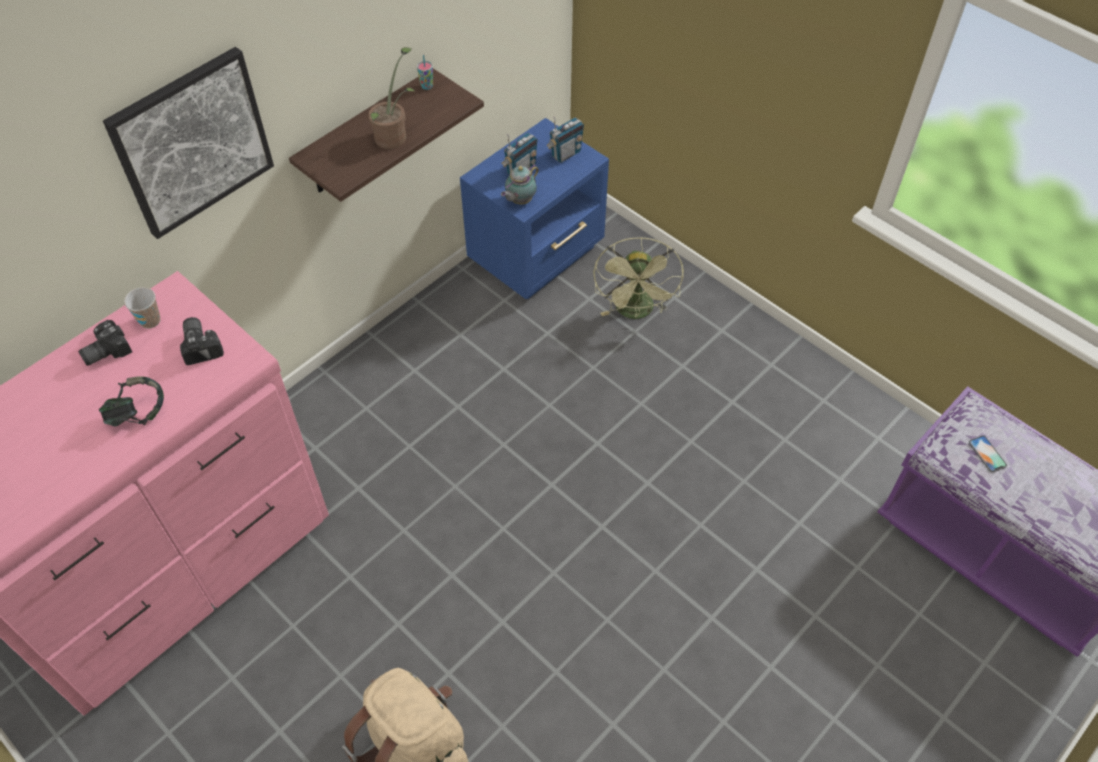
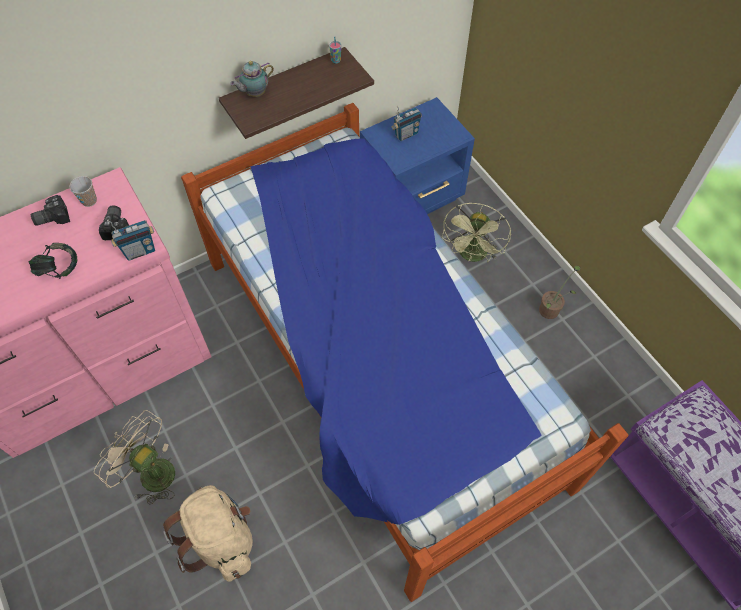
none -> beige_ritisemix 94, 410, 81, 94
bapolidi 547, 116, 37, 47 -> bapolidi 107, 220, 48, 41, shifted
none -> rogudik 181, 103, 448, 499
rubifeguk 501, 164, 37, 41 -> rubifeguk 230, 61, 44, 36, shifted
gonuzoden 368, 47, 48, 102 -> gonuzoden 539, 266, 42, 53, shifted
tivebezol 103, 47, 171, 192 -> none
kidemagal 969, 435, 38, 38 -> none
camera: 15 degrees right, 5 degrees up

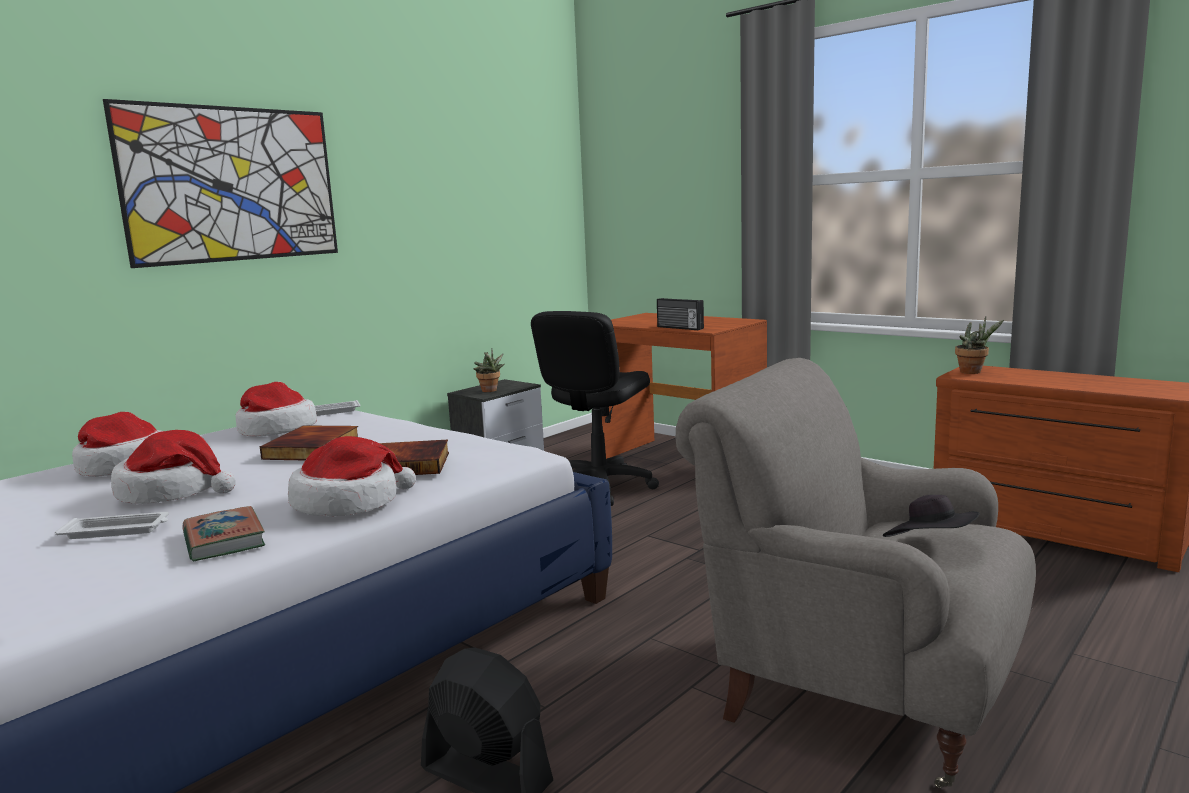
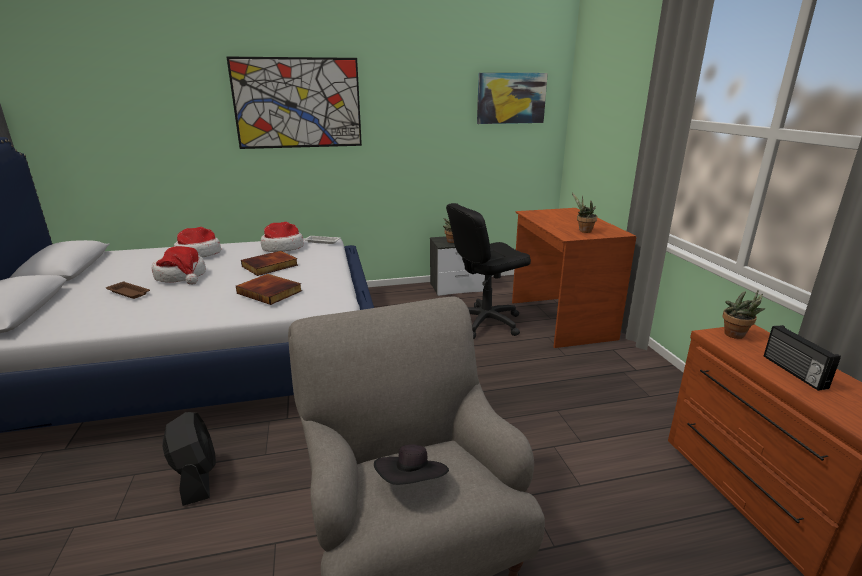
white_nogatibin 55, 512, 114, 27 -> brown_nogatibin 106, 281, 44, 18
none -> tivebezol 477, 73, 71, 51
none -> gonuzoden 572, 192, 25, 41
bapolidi 657, 298, 47, 32 -> bapolidi 764, 325, 77, 66, shifted
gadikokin 182, 506, 83, 56 -> none
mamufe 288, 436, 128, 80 -> none
camera: 35 degrees right, 10 degrees up

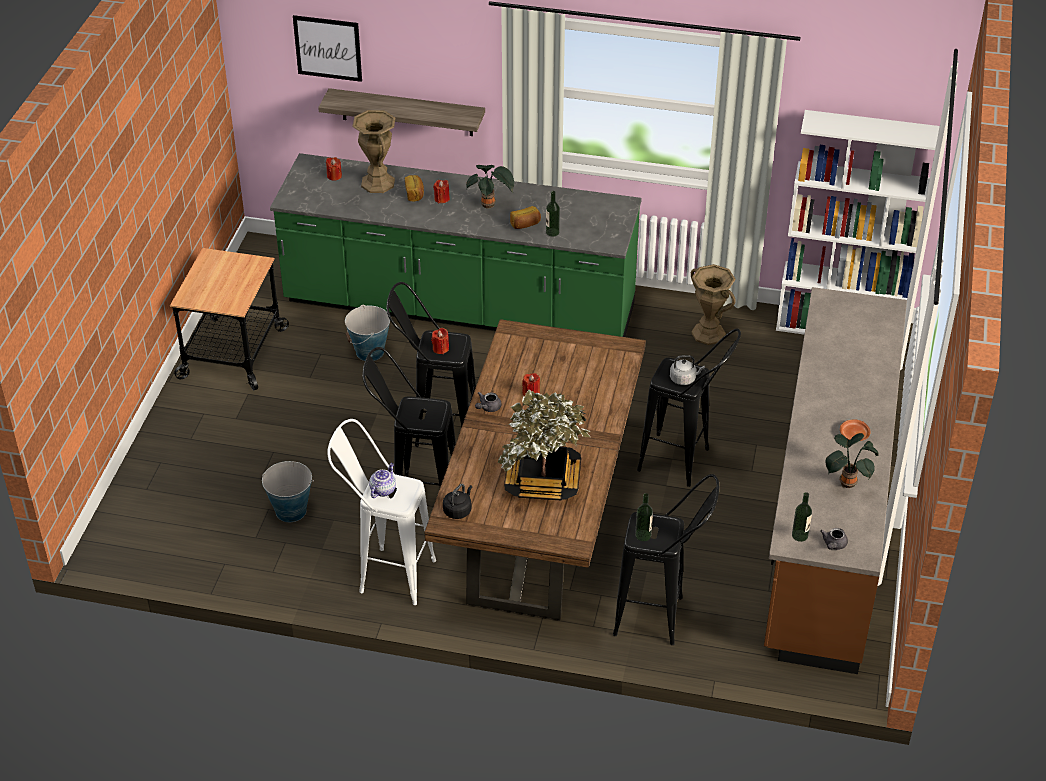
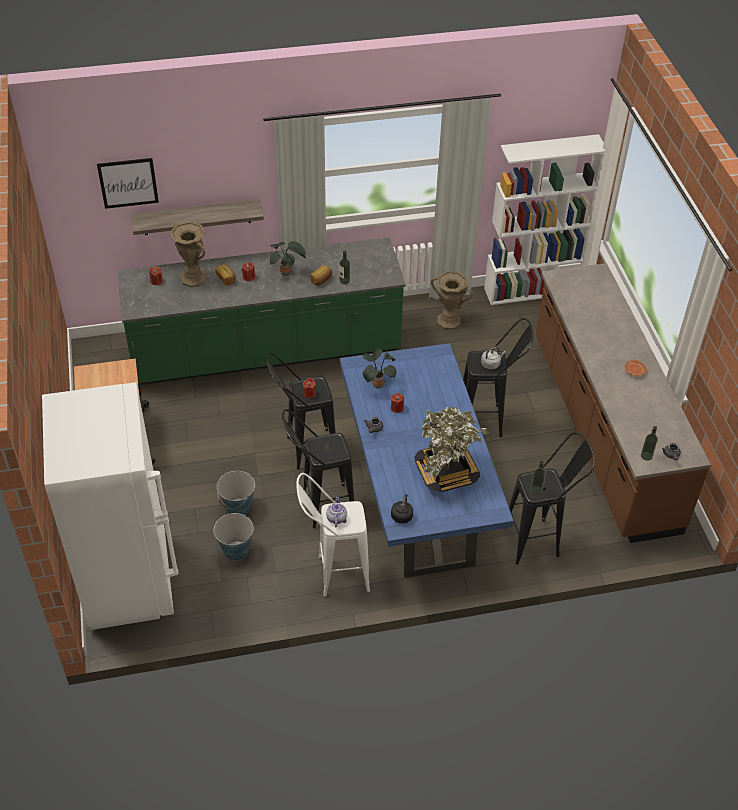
none -> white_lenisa 42, 382, 137, 248
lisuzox 345, 305, 45, 56 -> lisuzox 217, 471, 38, 44, shifted
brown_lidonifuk 424, 319, 222, 301 -> blue_lidonifuk 340, 343, 174, 235
gonuzoden 826, 433, 52, 55 -> gonuzoden 363, 349, 33, 40, shifted
camera: 25 degrees left, 5 degrees up

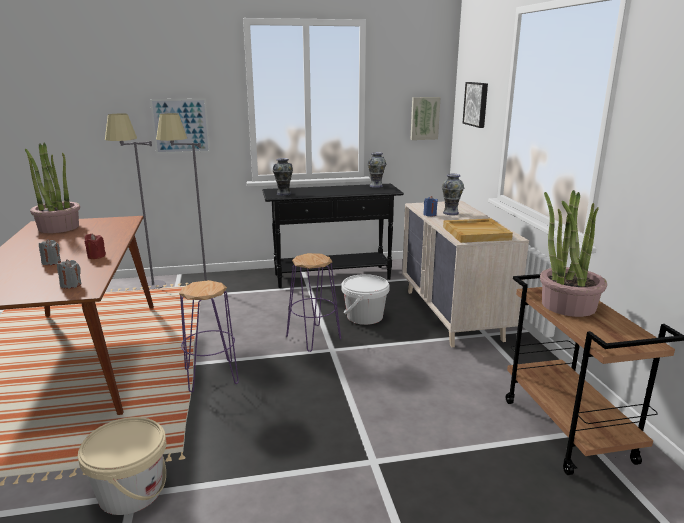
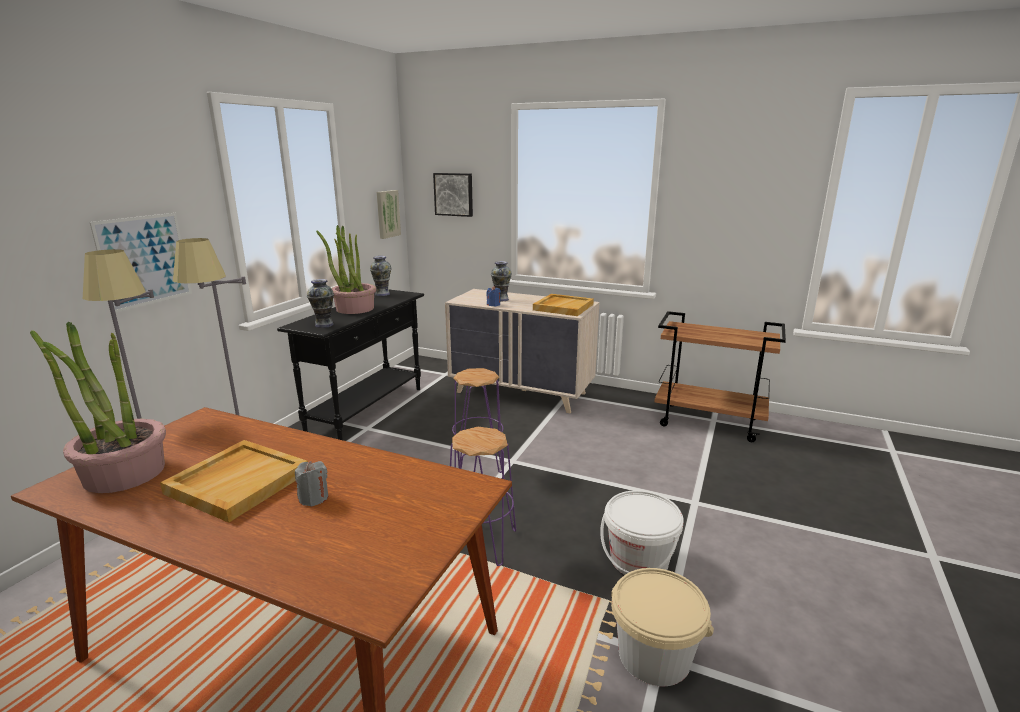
none -> beige_nogatibin 160, 440, 148, 83
gonuzoden 540, 190, 67, 127 -> gonuzoden 316, 225, 60, 89, shifted
white_lisuzox 342, 274, 48, 51 -> white_lisuzox 600, 490, 84, 85, shifted
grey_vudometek 57, 259, 24, 30 -> none
red_vudometek 85, 234, 21, 25 -> none
camera: 55 degrees left, 0 degrees up

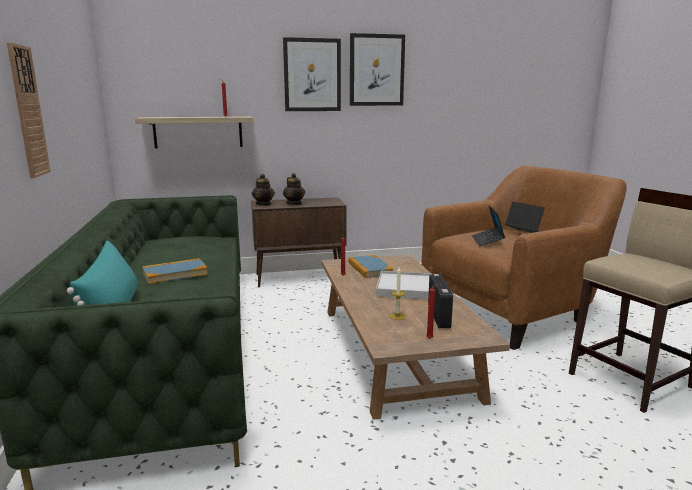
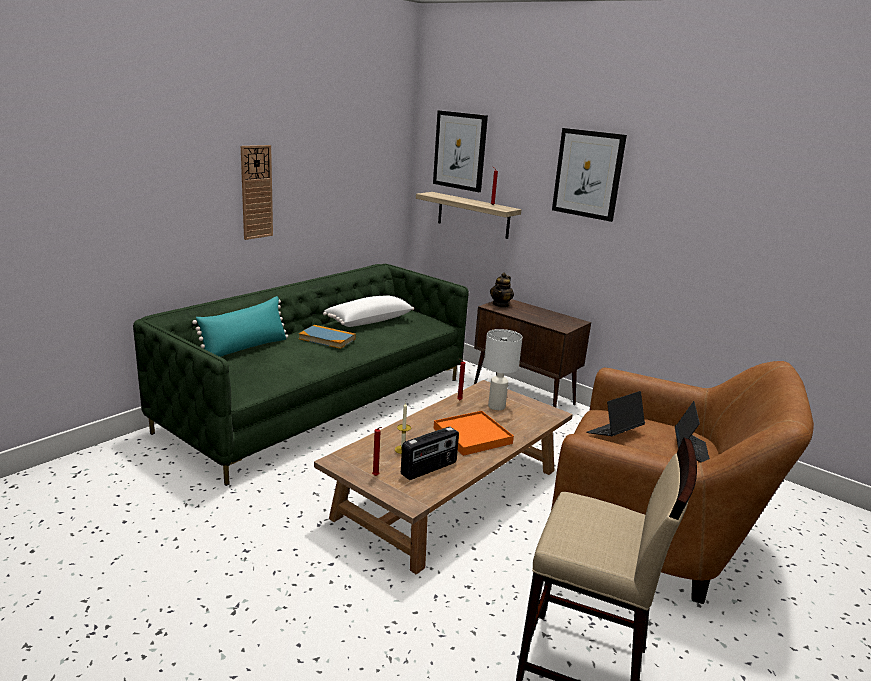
none -> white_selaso 323, 295, 91, 32
tivebezol 350, 33, 55, 73 -> tivebezol 433, 110, 55, 82, shifted
white_nogatibin 376, 271, 56, 29 -> orange_nogatibin 434, 411, 80, 45
gadikokin 348, 255, 45, 23 -> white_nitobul 484, 329, 39, 81
rubifeguk 283, 173, 22, 32 -> none
camera: 50 degrees right, 5 degrees up

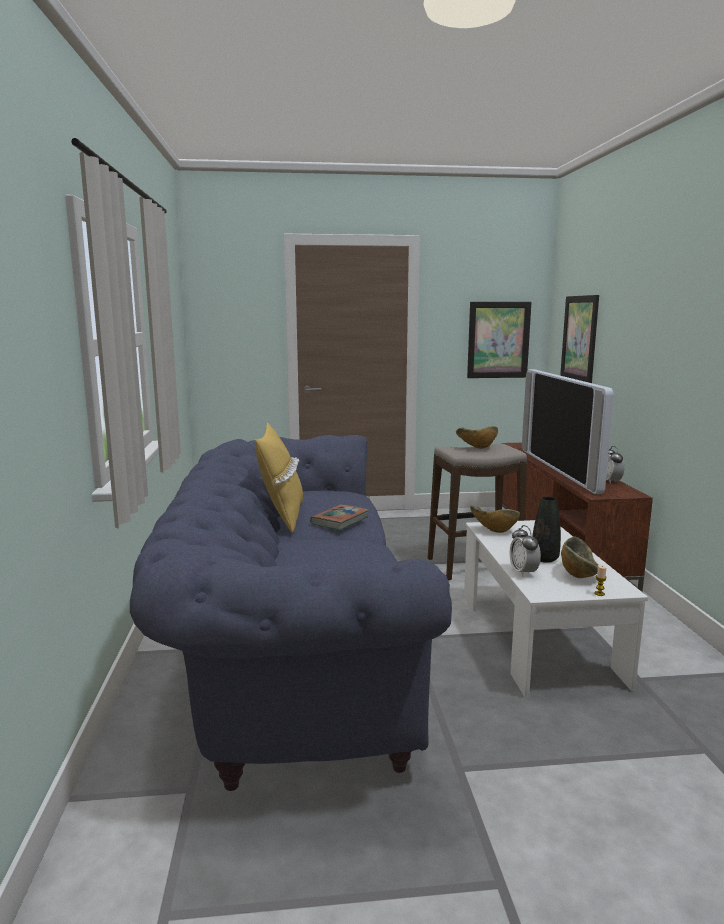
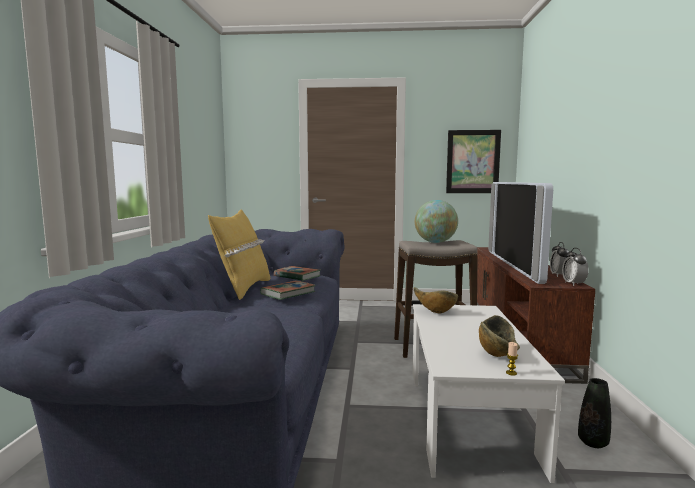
none -> gadikokin 274, 266, 46, 15
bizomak 456, 426, 42, 23 -> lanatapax 415, 200, 43, 43
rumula 510, 525, 31, 52 -> rumula 562, 248, 27, 38, shifted
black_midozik 533, 496, 28, 67 -> black_midozik 578, 378, 33, 70, shifted
tivebezol 560, 295, 39, 88 -> none
camera: 10 degrees right, 5 degrees down

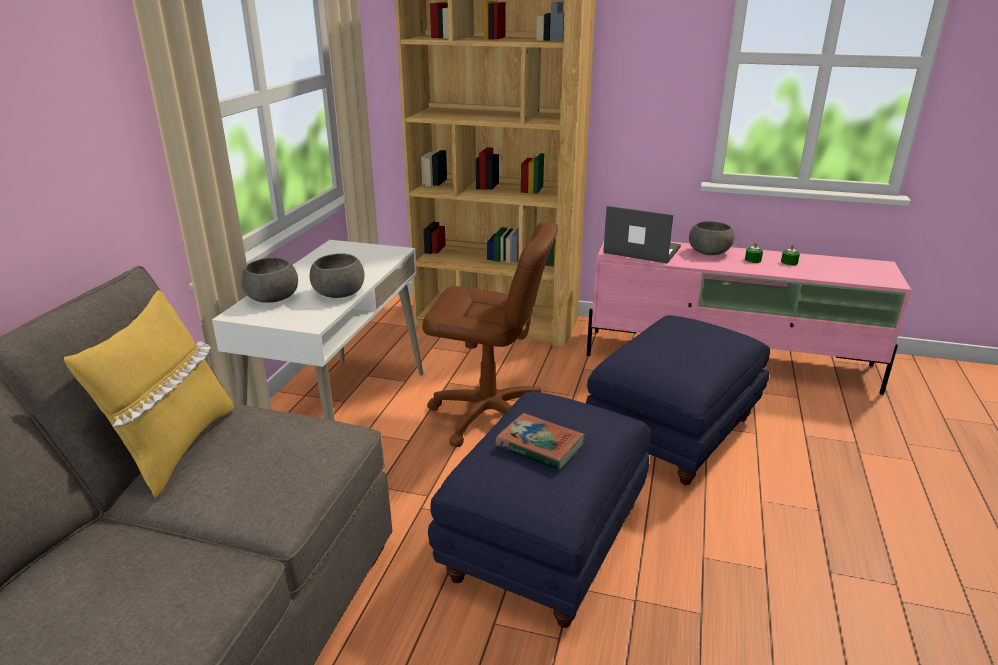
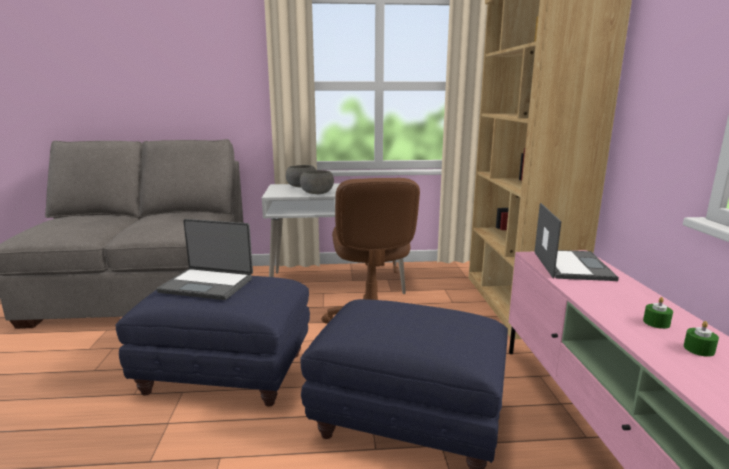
gadikokin 496, 413, 89, 57 -> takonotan 156, 219, 97, 81
yellow_selaso 64, 290, 170, 209 -> none
grey_bizomak 689, 221, 45, 34 -> none
camera: 70 degrees right, 10 degrees down

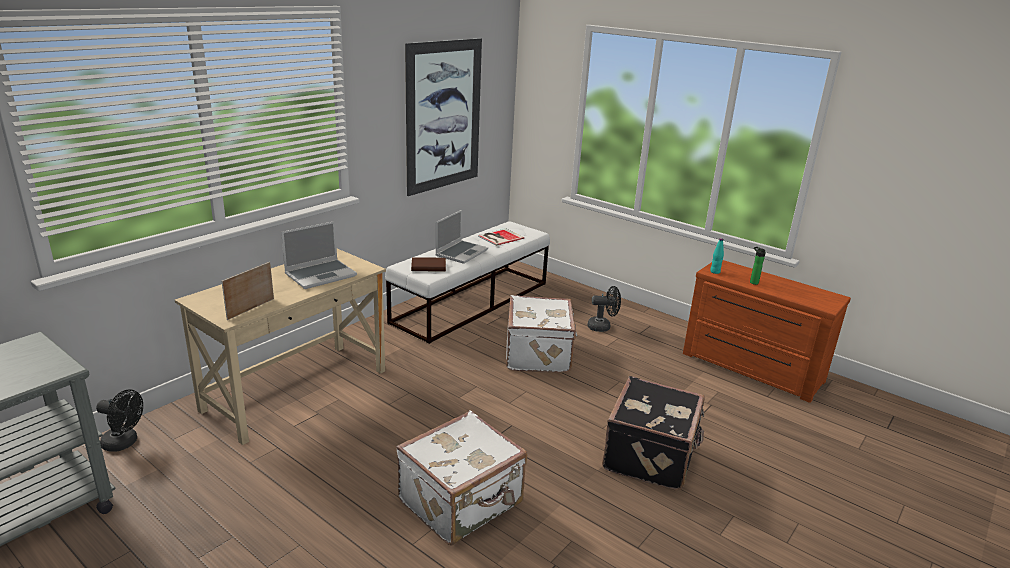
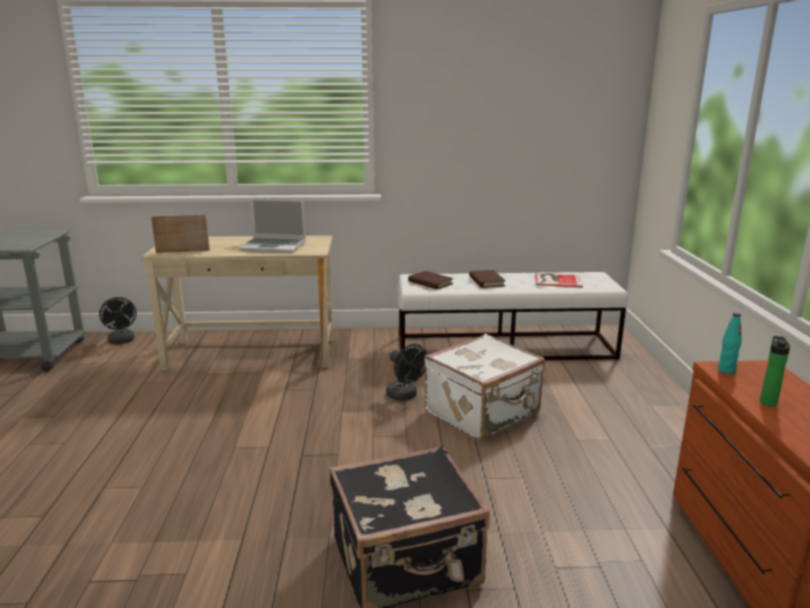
black_ritisemix 587, 286, 34, 46 -> black_ritisemix 386, 344, 41, 57, shifted
takonotan 435, 210, 53, 54 -> brown_gadikokin 469, 270, 37, 18
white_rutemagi 396, 410, 131, 135 -> none
tivebezol 405, 38, 77, 158 -> none
camera: 50 degrees right, 5 degrees down

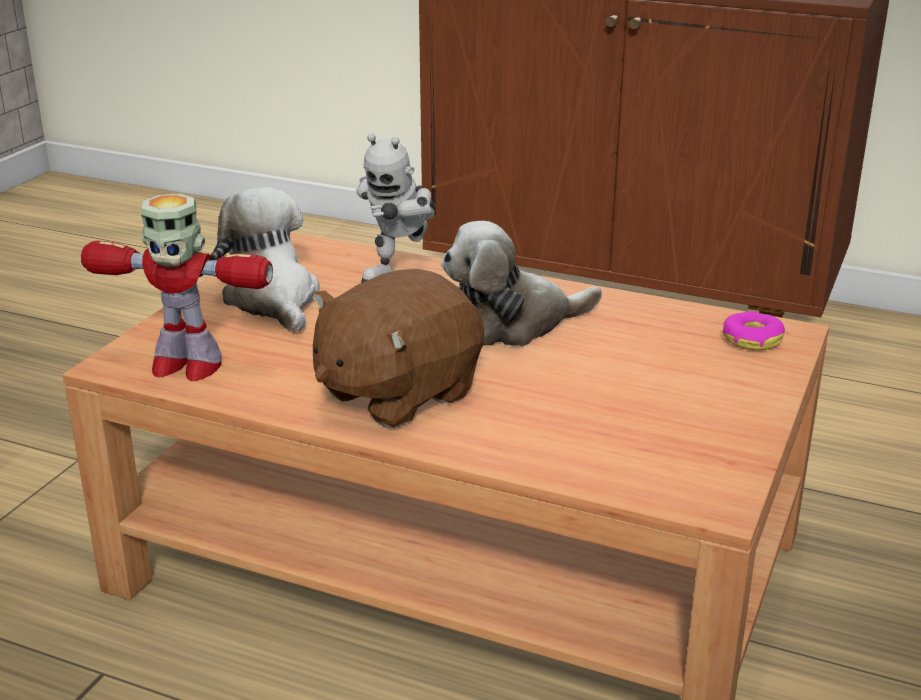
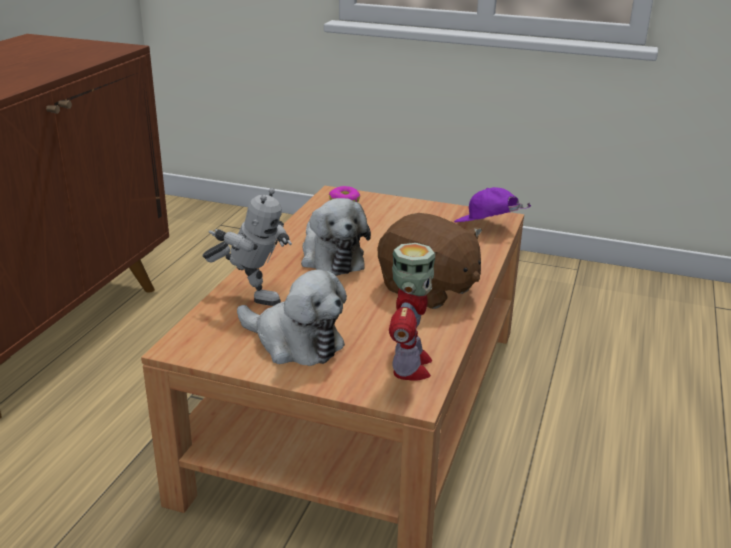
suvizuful 211, 187, 109, 145 -> suvizuful 237, 269, 110, 97, 120 degrees counterclockwise
none -> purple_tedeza 454, 187, 77, 35
camera: 95 degrees left, 0 degrees up

